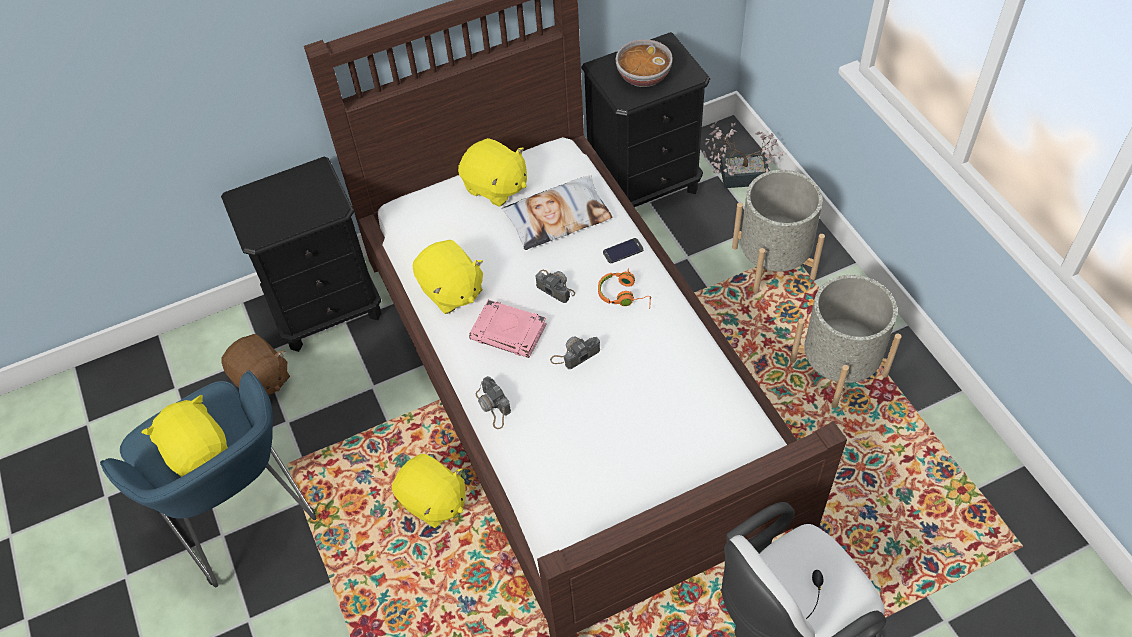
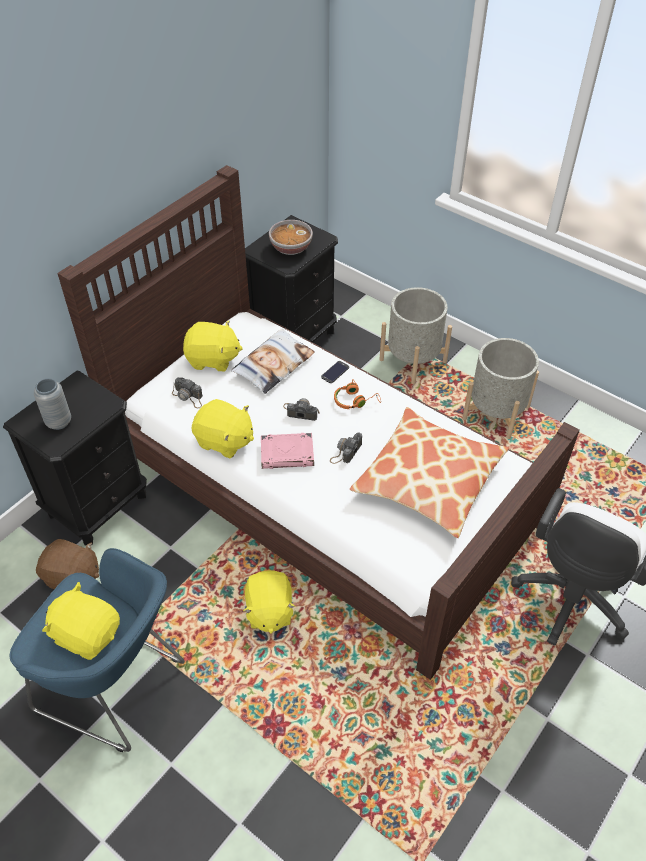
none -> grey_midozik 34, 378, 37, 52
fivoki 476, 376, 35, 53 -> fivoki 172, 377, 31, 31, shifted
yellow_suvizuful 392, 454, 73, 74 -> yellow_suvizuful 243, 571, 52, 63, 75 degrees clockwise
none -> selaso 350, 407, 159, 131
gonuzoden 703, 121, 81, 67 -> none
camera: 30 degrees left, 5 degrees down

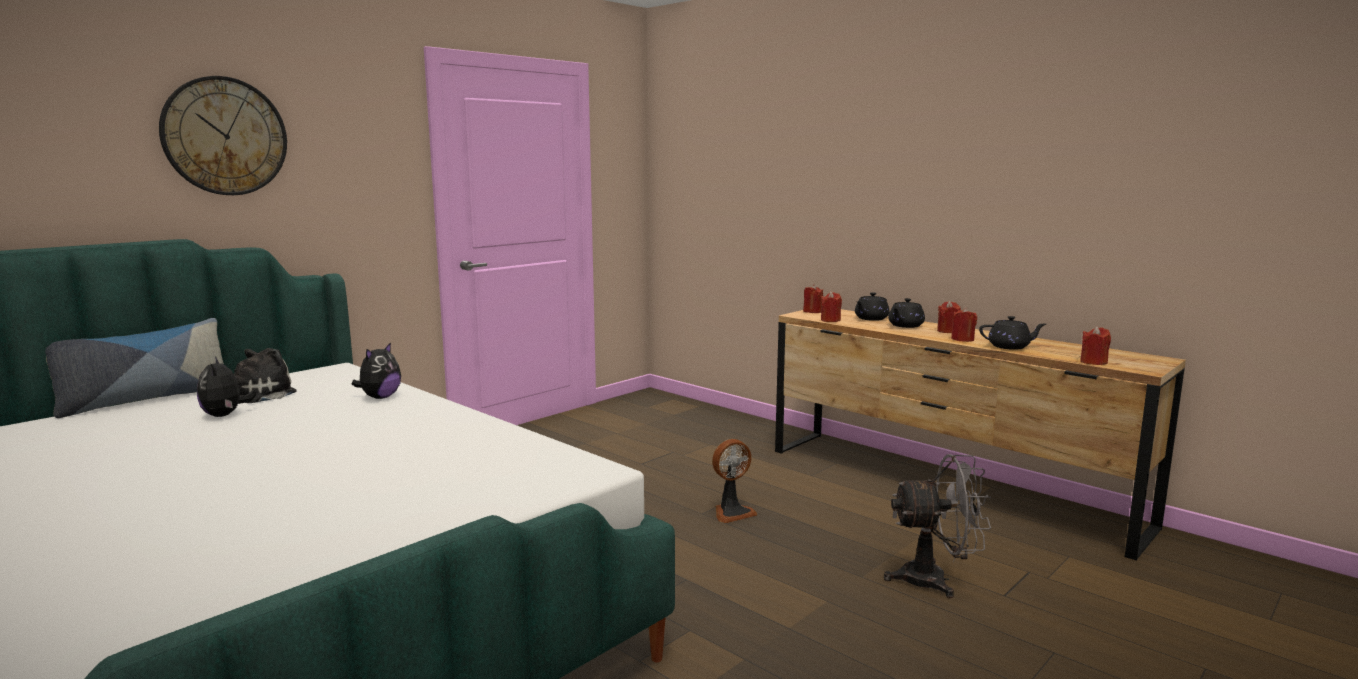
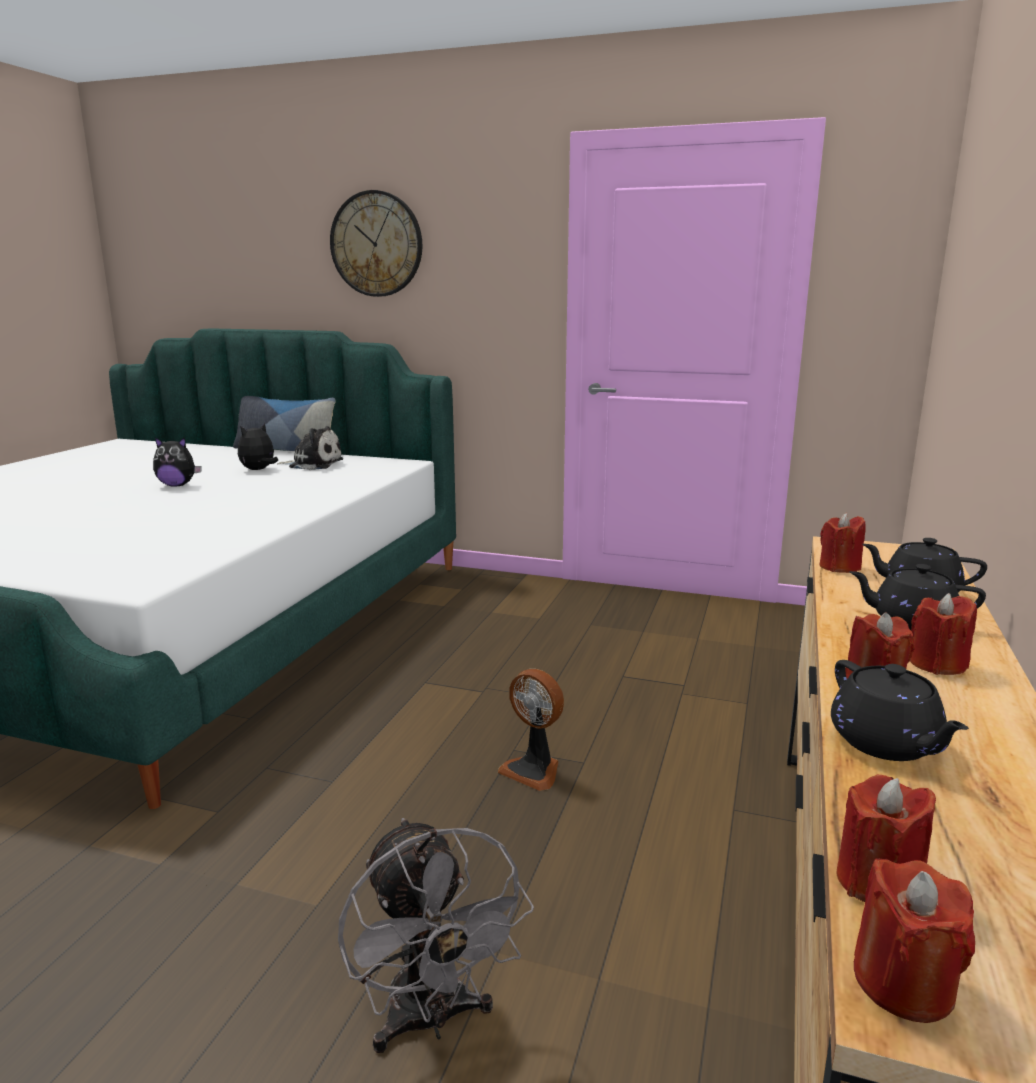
suvizuful 351, 342, 50, 57 -> suvizuful 153, 438, 49, 49, shifted
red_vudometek 803, 284, 20, 29 -> red_vudometek 854, 858, 121, 165, shifted
camera: 65 degrees right, 5 degrees up

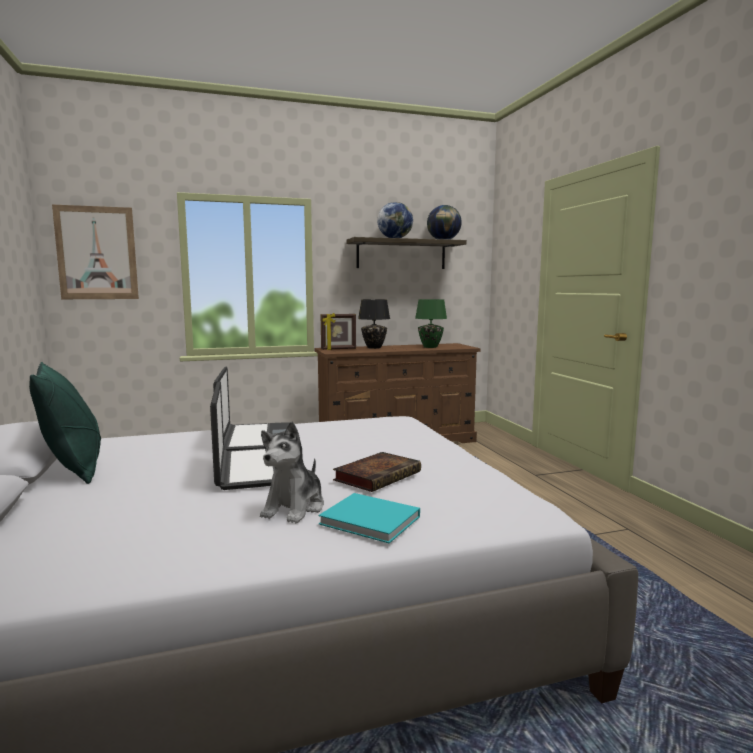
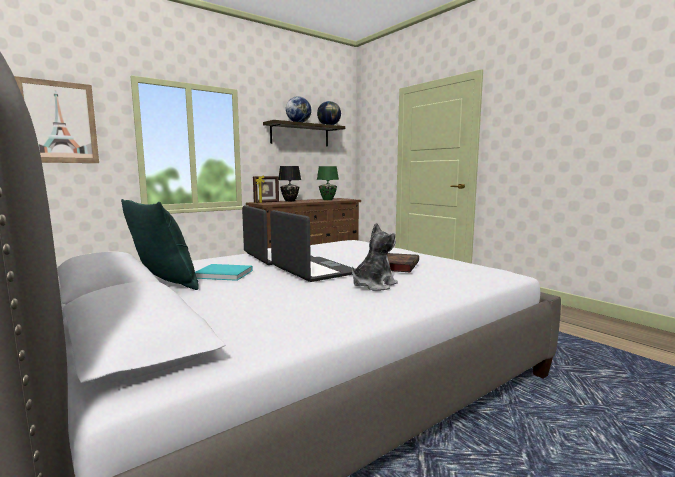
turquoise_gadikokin 318, 493, 102, 50 -> turquoise_gadikokin 195, 264, 58, 17, shifted
suvizuful 260, 421, 64, 102 -> suvizuful 352, 223, 46, 68, 135 degrees counterclockwise
camera: 20 degrees left, 0 degrees up

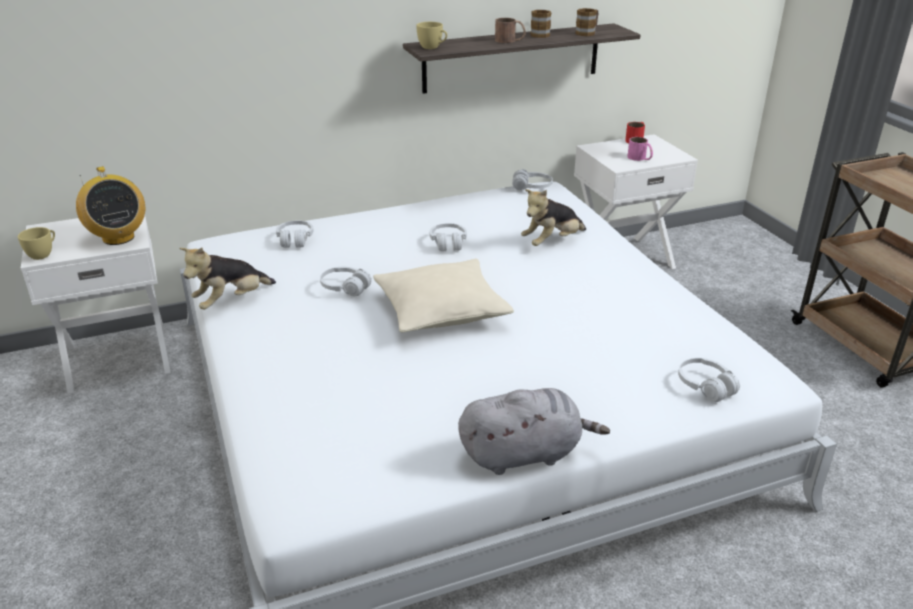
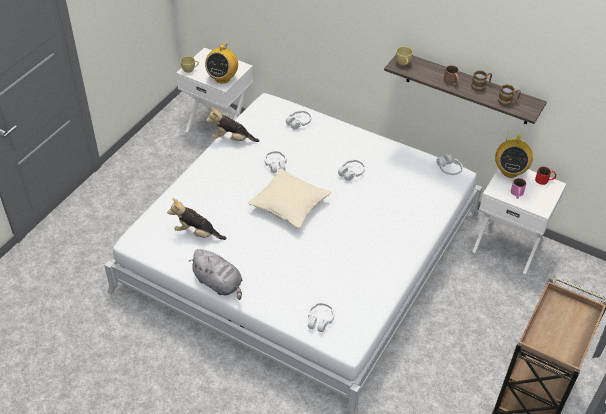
suvizuful 521, 189, 65, 57 -> suvizuful 167, 198, 59, 42, shifted
none -> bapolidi 495, 132, 38, 46
camera: 50 degrees right, 15 degrees up

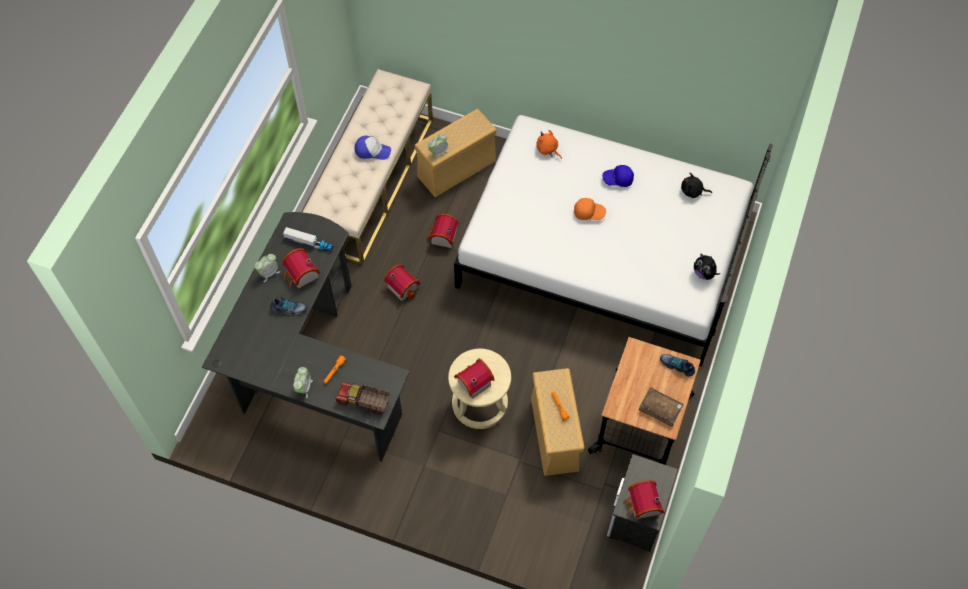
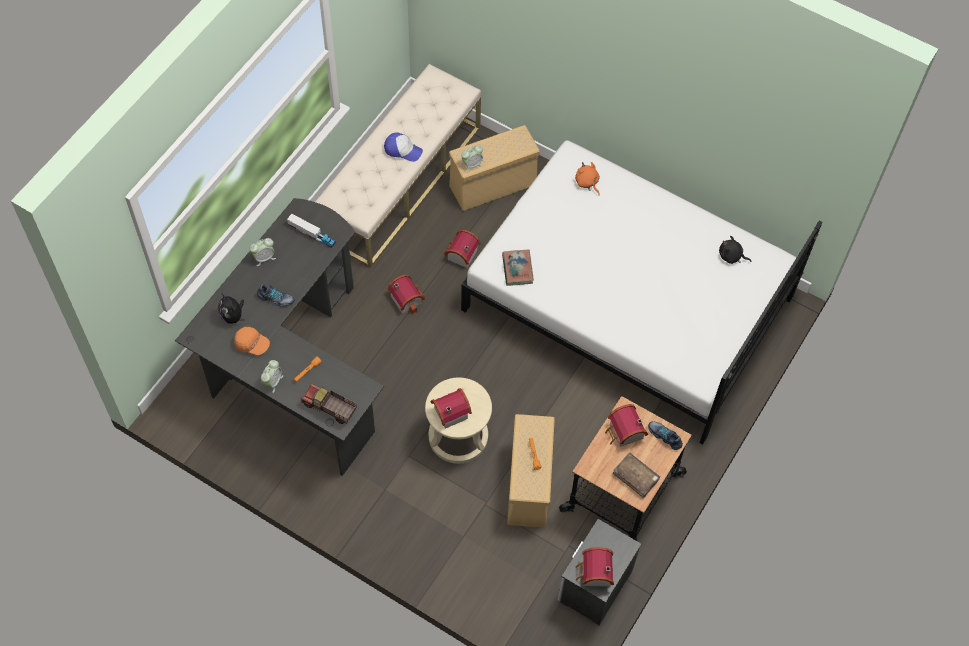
suvizuful 694, 254, 26, 26 -> suvizuful 218, 294, 27, 30, shifted
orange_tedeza 574, 198, 32, 22 -> orange_tedeza 234, 327, 36, 28, shifted
none -> gadikokin 502, 250, 32, 36
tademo 282, 248, 38, 41 -> tademo 605, 404, 43, 43, shifted
blue_tedeza 602, 165, 32, 22 -> none
camera: 10 degrees right, 0 degrees up

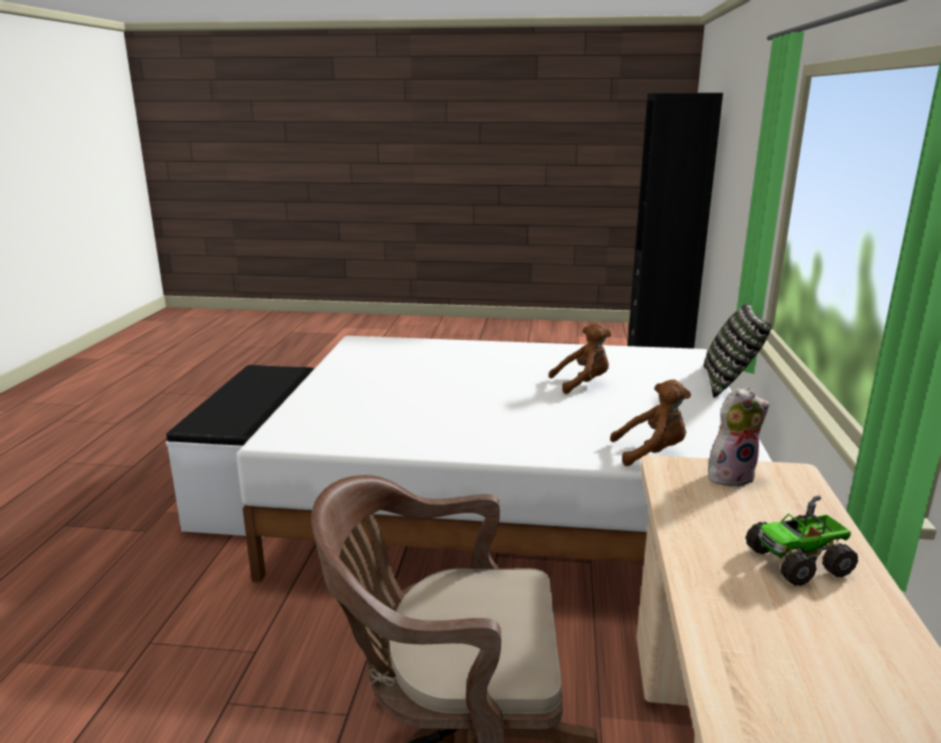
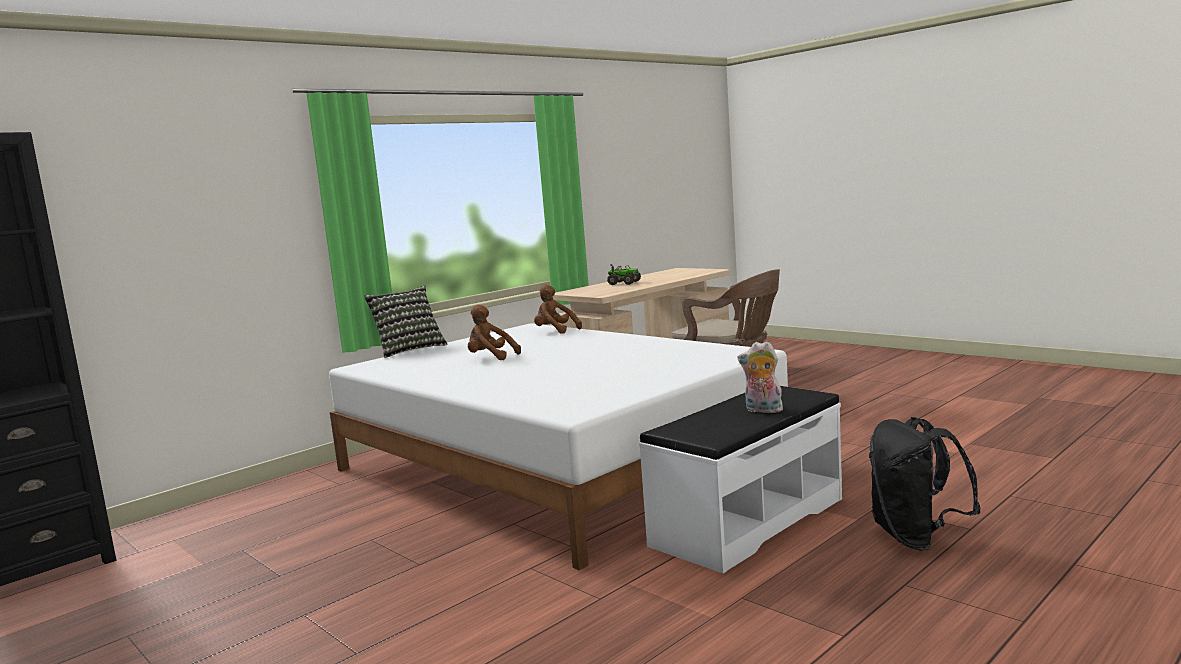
suvizuful 708, 387, 62, 100 -> suvizuful 738, 341, 45, 72, shifted
none -> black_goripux 869, 417, 112, 134
camera: 140 degrees left, 10 degrees down

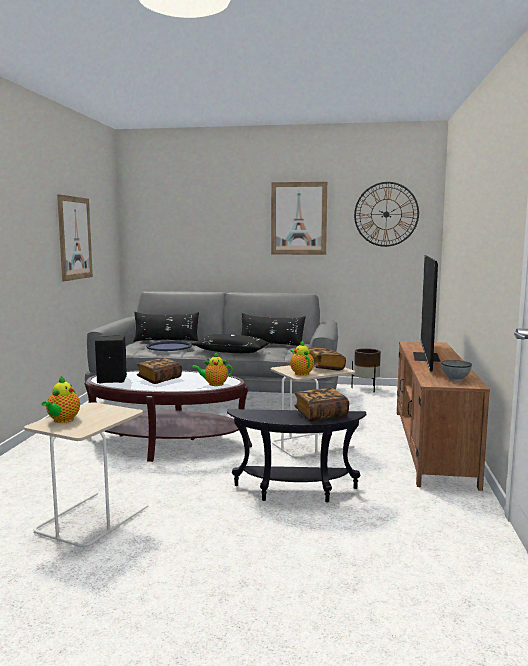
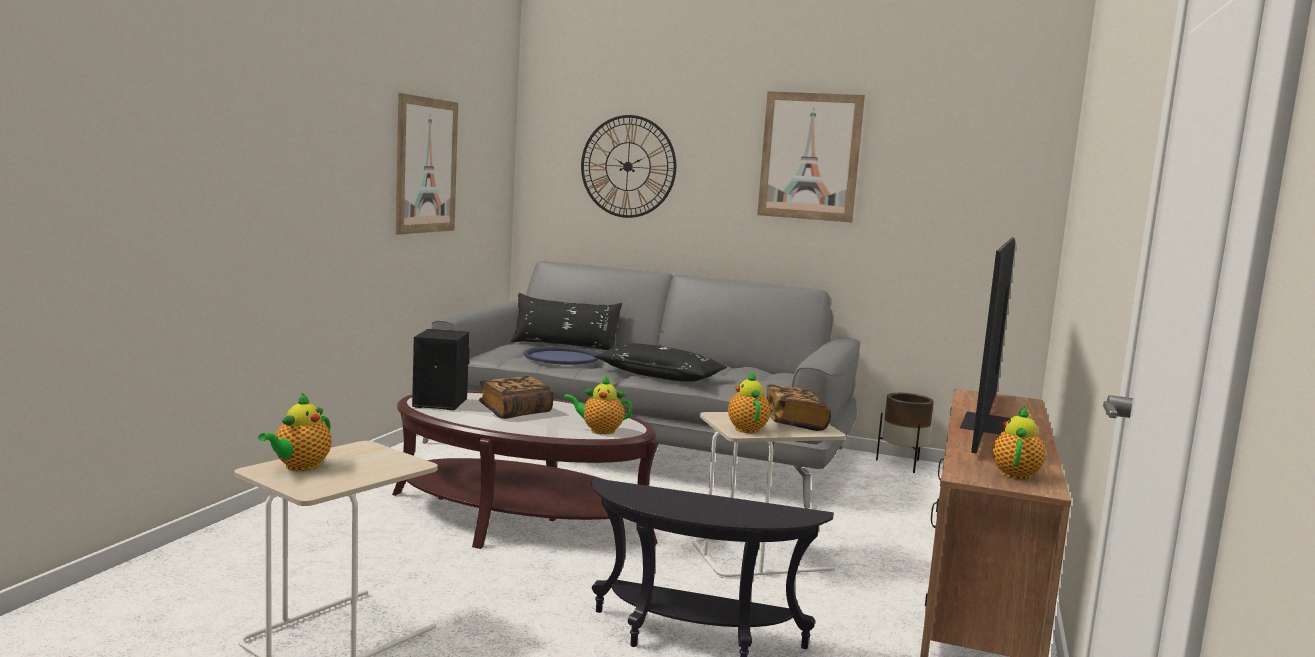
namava 354, 182, 65, 65 -> namava 581, 115, 95, 103, shifted
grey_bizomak 442, 360, 30, 21 -> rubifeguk 992, 406, 53, 74
black_selaso 241, 313, 65, 33 -> none
gadikokin 294, 388, 55, 33 -> none
camera: 10 degrees right, 0 degrees up

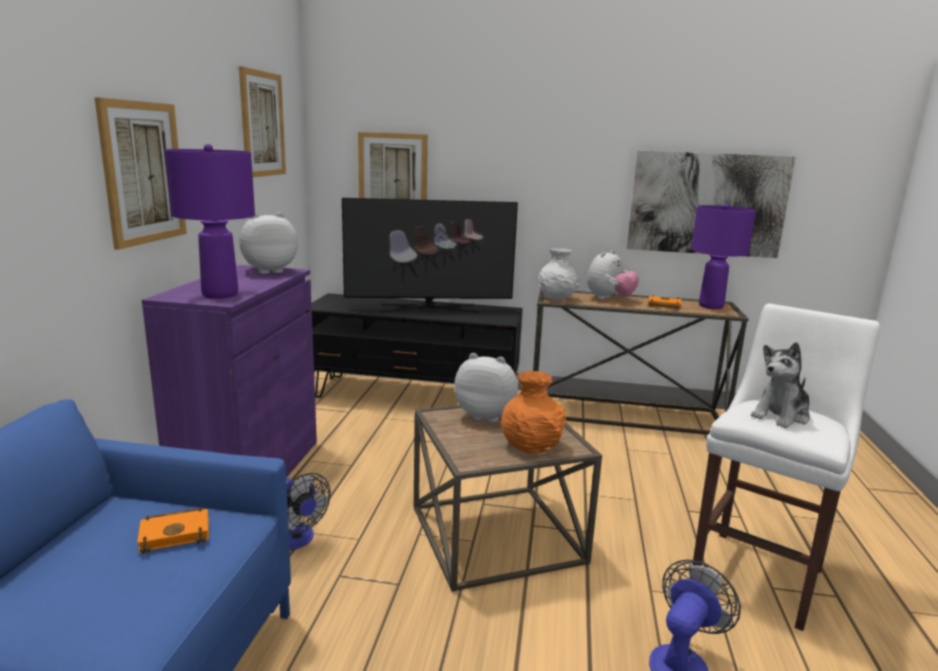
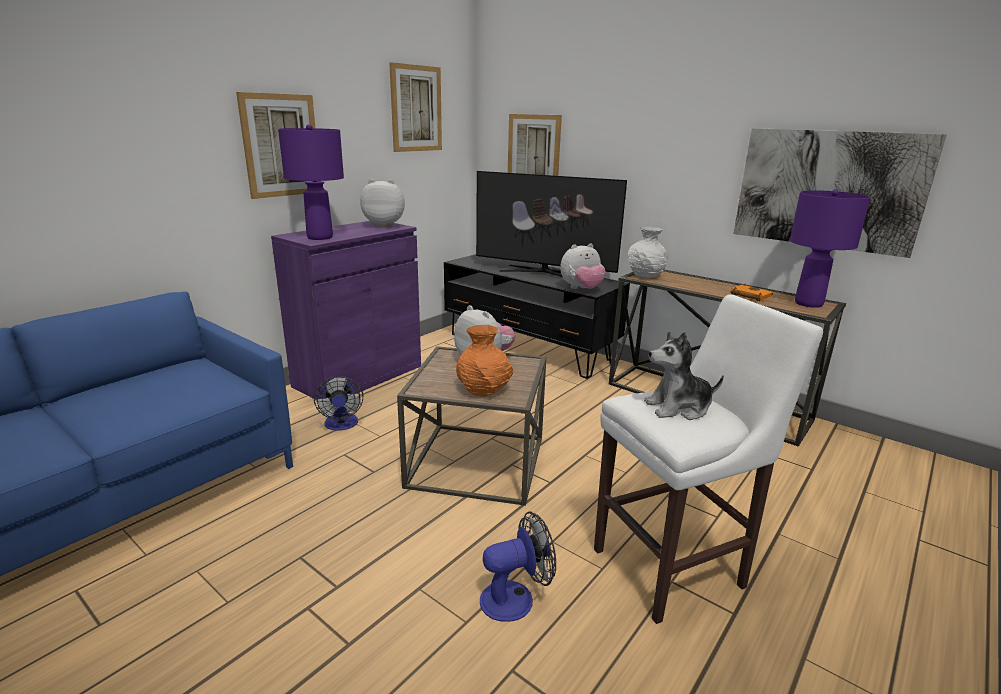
suvizuful 587, 250, 52, 50 -> suvizuful 560, 243, 46, 46, shifted
orange_gadikokin 137, 507, 72, 47 -> none
camera: 30 degrees right, 5 degrees up

